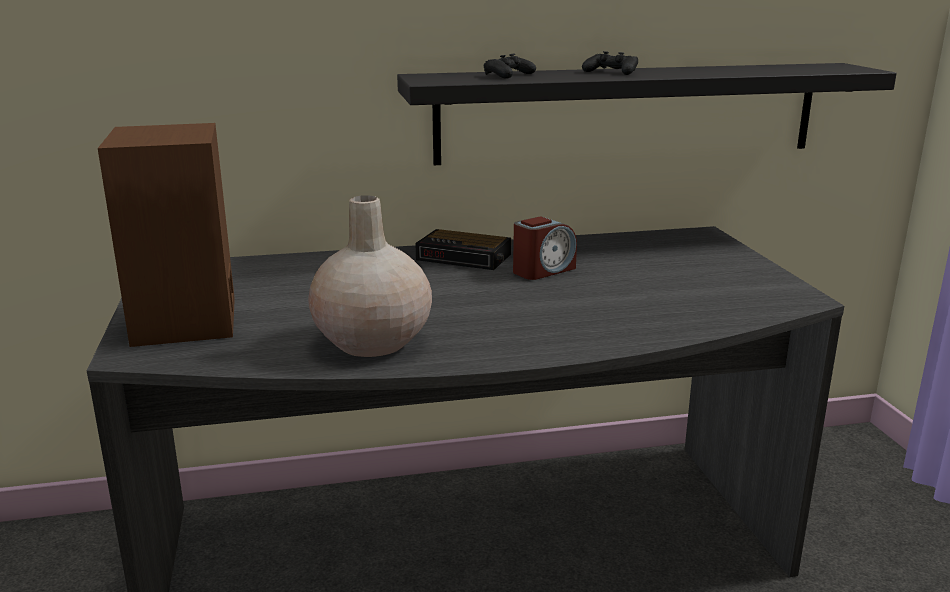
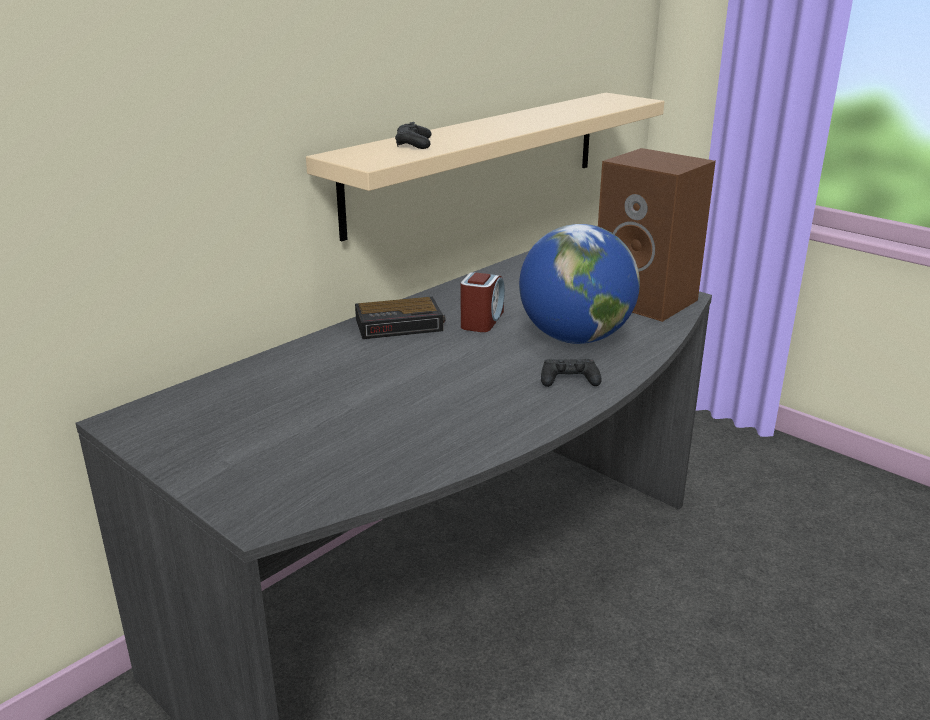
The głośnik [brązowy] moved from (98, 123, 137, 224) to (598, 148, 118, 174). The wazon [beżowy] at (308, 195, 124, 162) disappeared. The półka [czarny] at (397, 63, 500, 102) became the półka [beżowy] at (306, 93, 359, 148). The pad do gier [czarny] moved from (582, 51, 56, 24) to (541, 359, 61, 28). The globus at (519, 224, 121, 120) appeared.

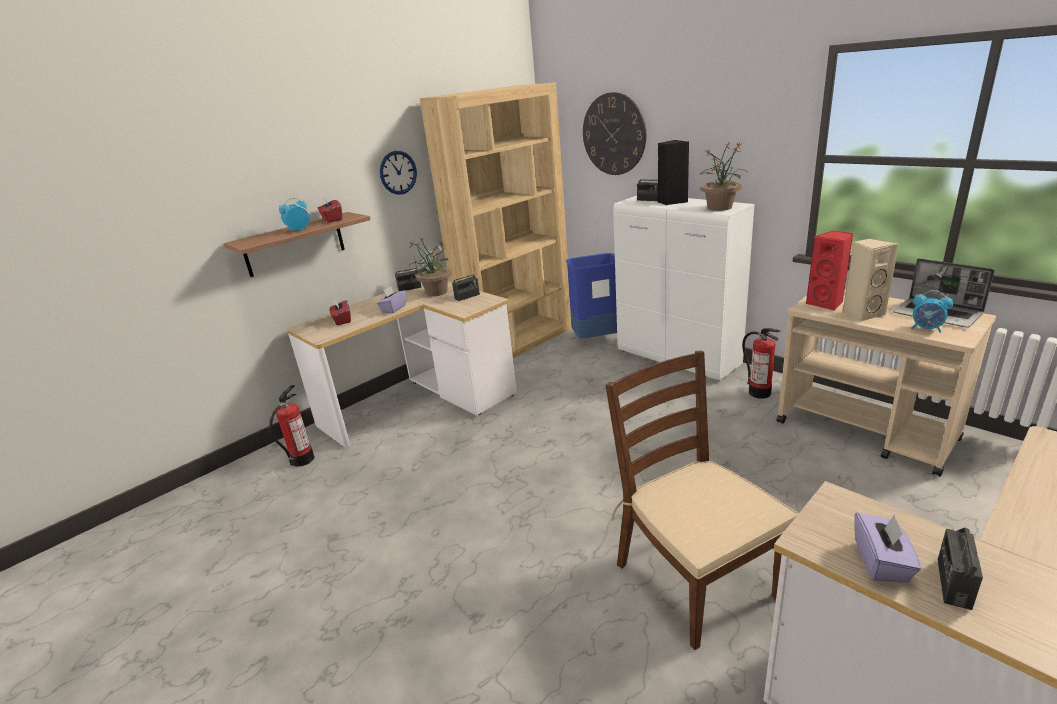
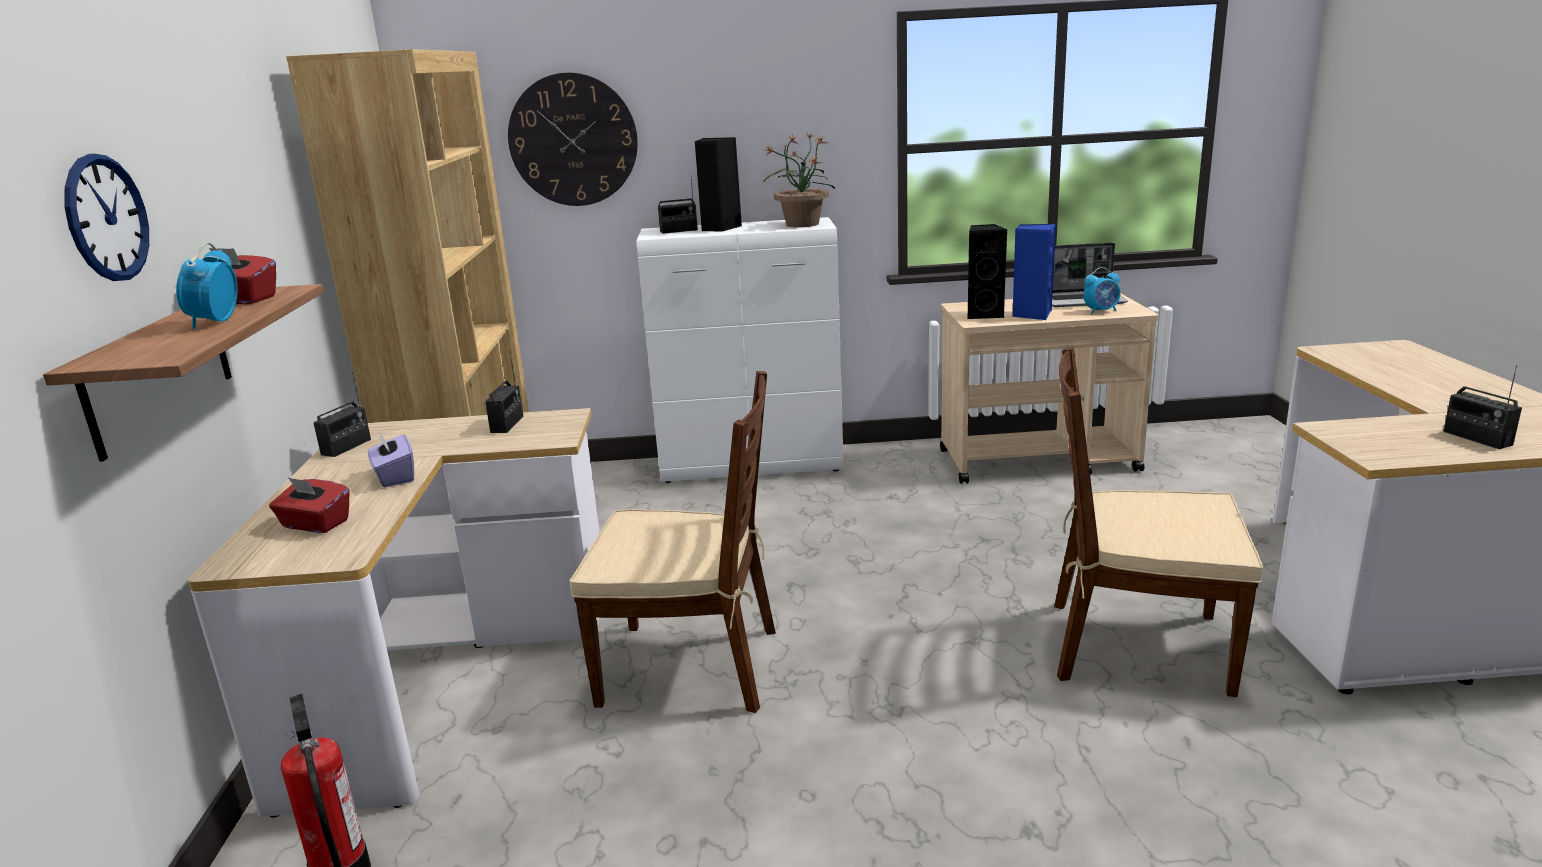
The zegar ścienny moved from (380, 151, 37, 44) to (65, 154, 84, 127). The roślina doniczkowa at (409, 237, 43, 59) disappeared. The kosz na śmieci [niebieski] at (566, 253, 51, 85) disappeared. The gaśnica at (742, 328, 38, 71) disappeared. The głośnik [czerwony] at (806, 230, 47, 81) became the głośnik [czarny] at (967, 224, 40, 95). The głośnik [beżowy] at (843, 238, 56, 84) became the głośnik [niebieski] at (1012, 224, 44, 96). The pudełko chusteczek [fioletowy] at (854, 512, 67, 71) disappeared. The krzesło [brązowy] at (569, 371, 207, 342) appeared.

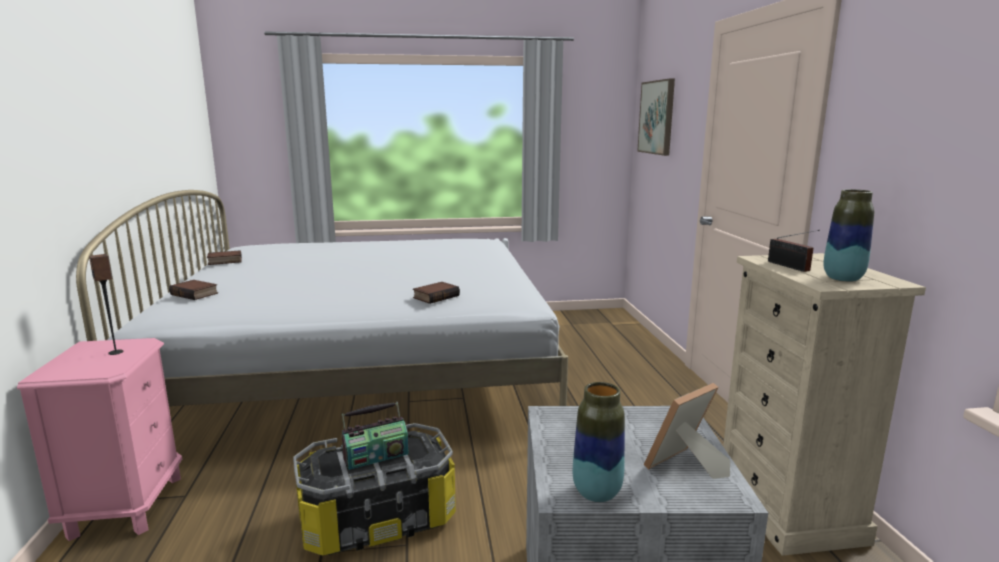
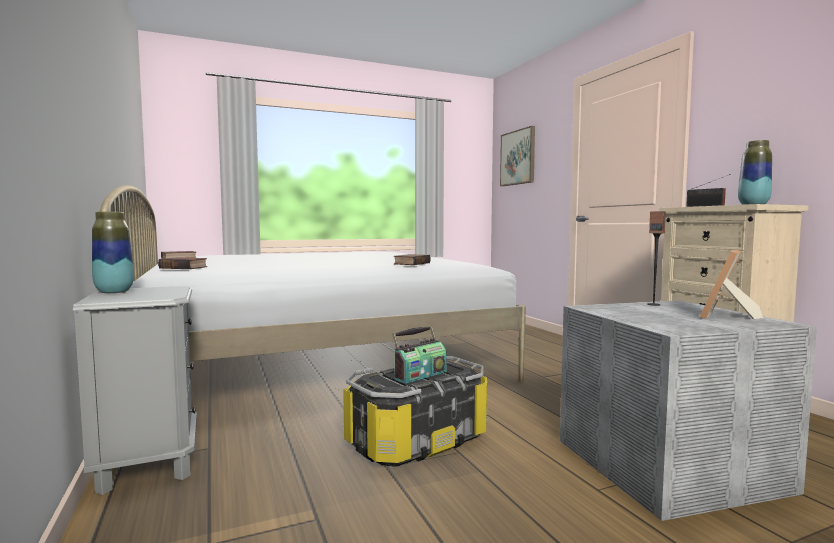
The szafka nocna [różowy] at (17, 338, 165, 203) became the szafka nocna [szary] at (73, 286, 124, 209). The głośnik moved from (89, 254, 35, 101) to (647, 211, 19, 95). The wazon moved from (573, 382, 52, 120) to (92, 212, 42, 81).

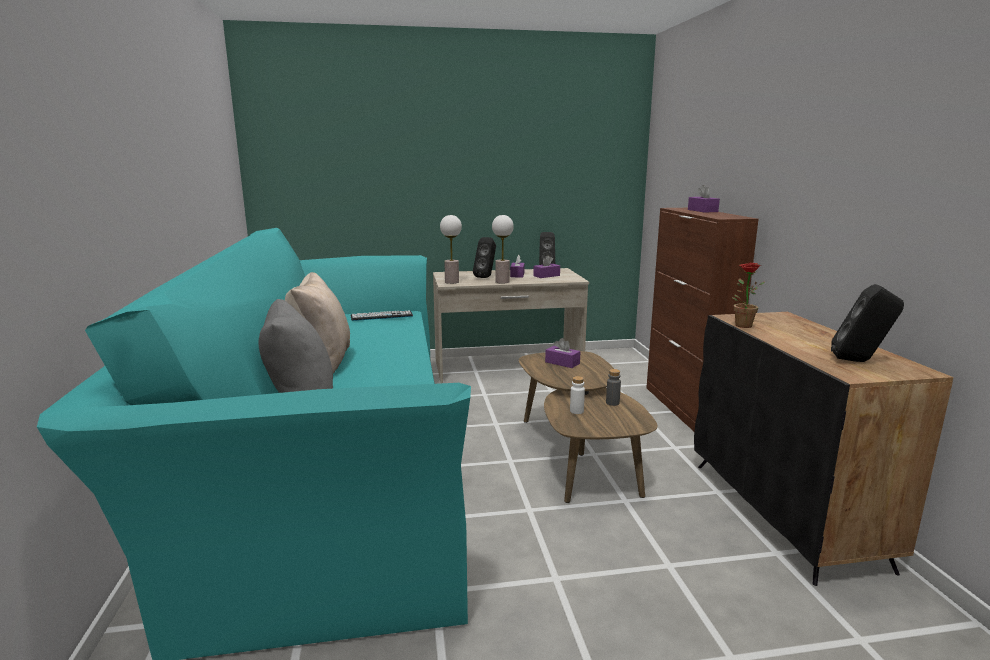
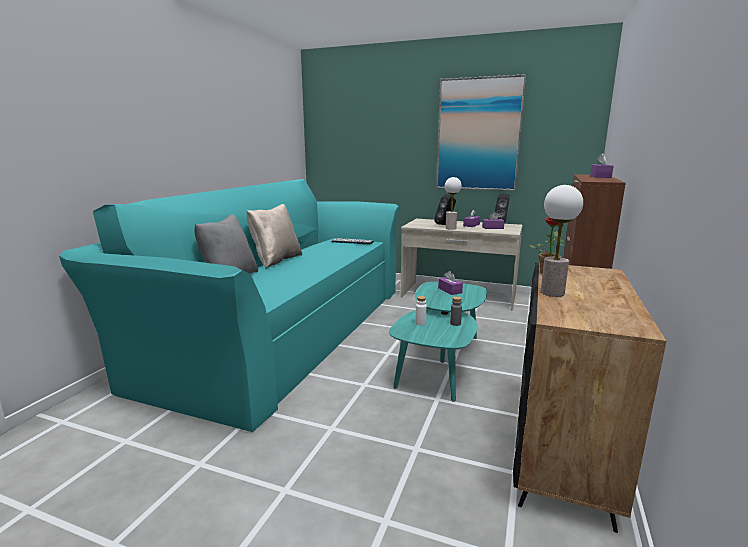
The lampa stołowa moved from (440, 215, 22, 69) to (541, 185, 42, 112). The ława [brązowy] at (519, 351, 138, 152) became the ława [turkusowy] at (389, 282, 98, 120). The głośnik [czarny] at (831, 284, 73, 78) disappeared. The obraz at (436, 74, 90, 117) appeared.

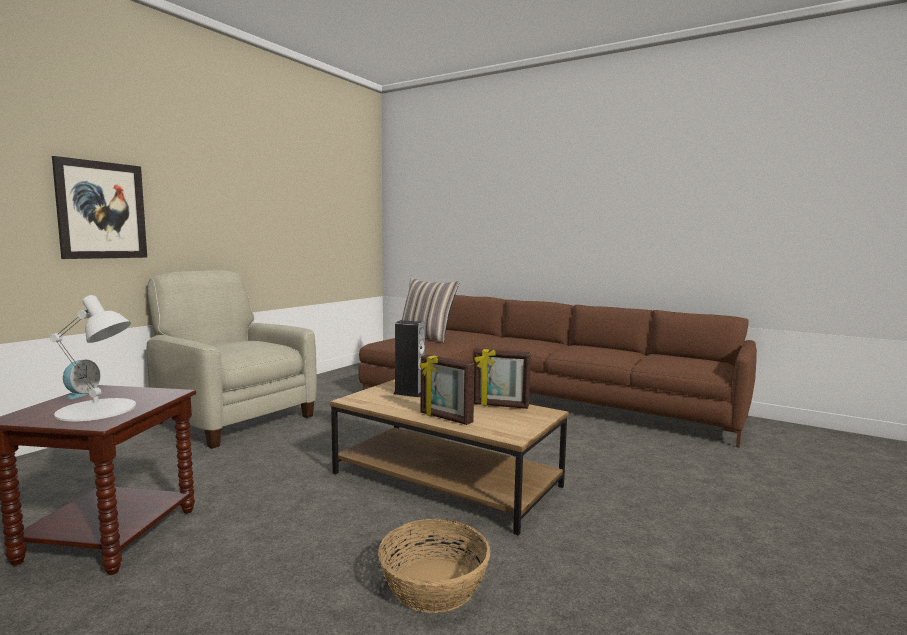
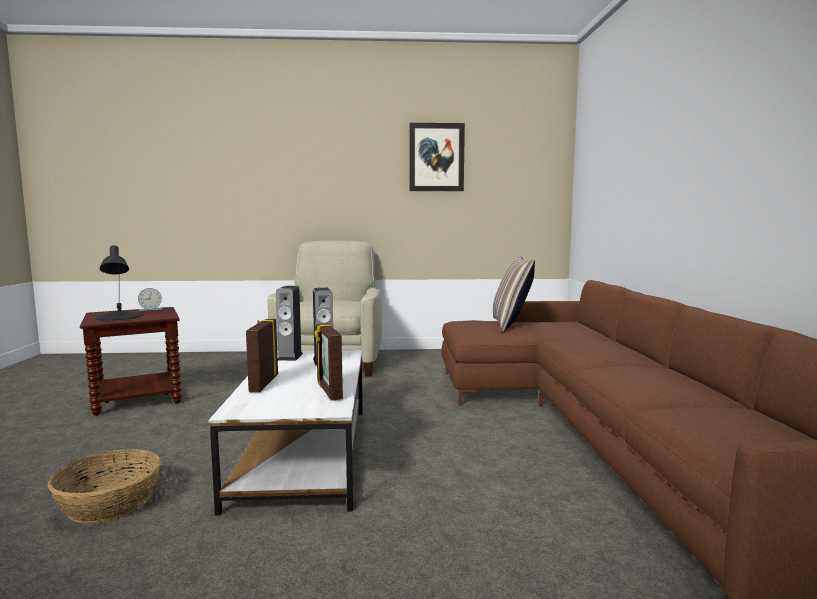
The lampa stołowa [biały] at (50, 295, 86, 126) became the lampa stołowa [czarny] at (96, 245, 47, 76). The obraz moved from (52, 156, 95, 103) to (410, 123, 55, 68). The ława [brązowy] at (330, 379, 238, 156) became the ława [biały] at (209, 350, 154, 165). The głośnik at (276, 286, 27, 75) appeared.

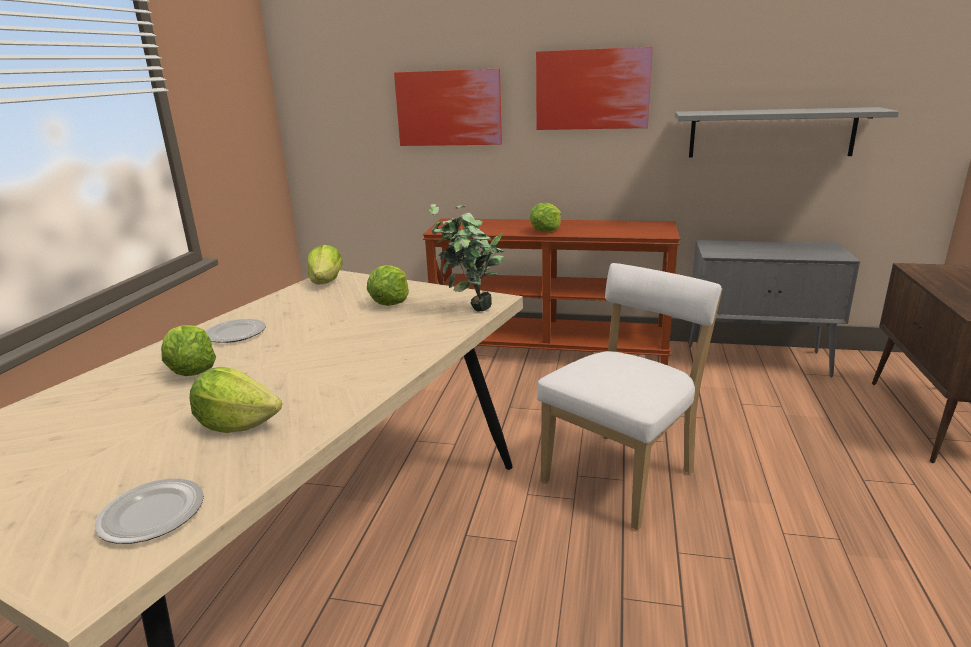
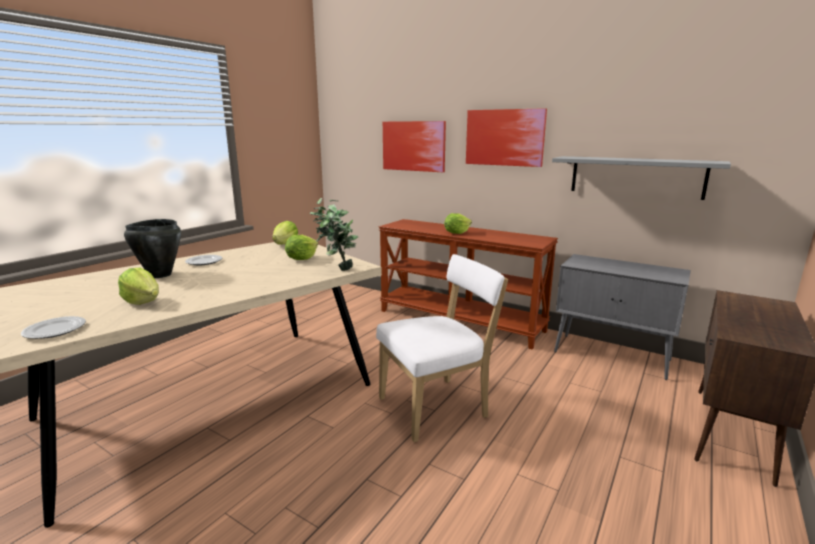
The sałata at (161, 325, 55, 51) was replaced by the garnek [czarny] at (124, 219, 57, 59).

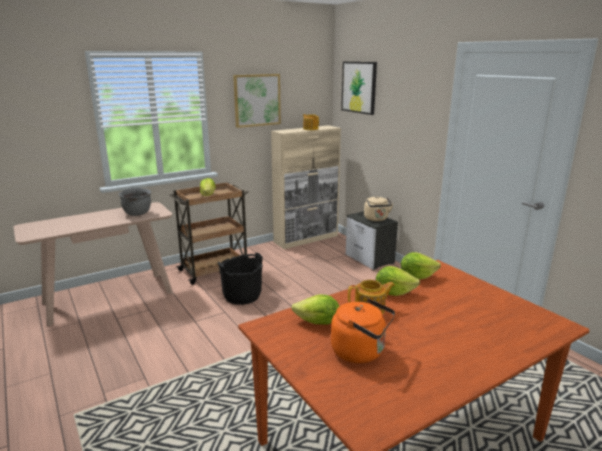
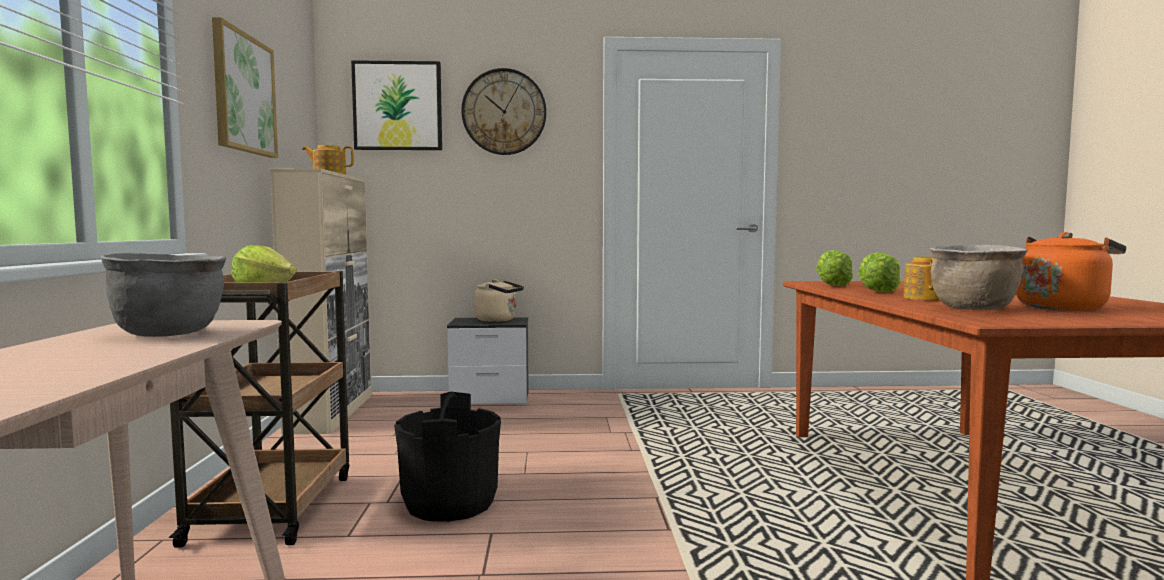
The sałata at (291, 295, 48, 30) was replaced by the garnek [brązowy] at (930, 245, 98, 65). The zegar ścienny at (461, 68, 85, 87) appeared.

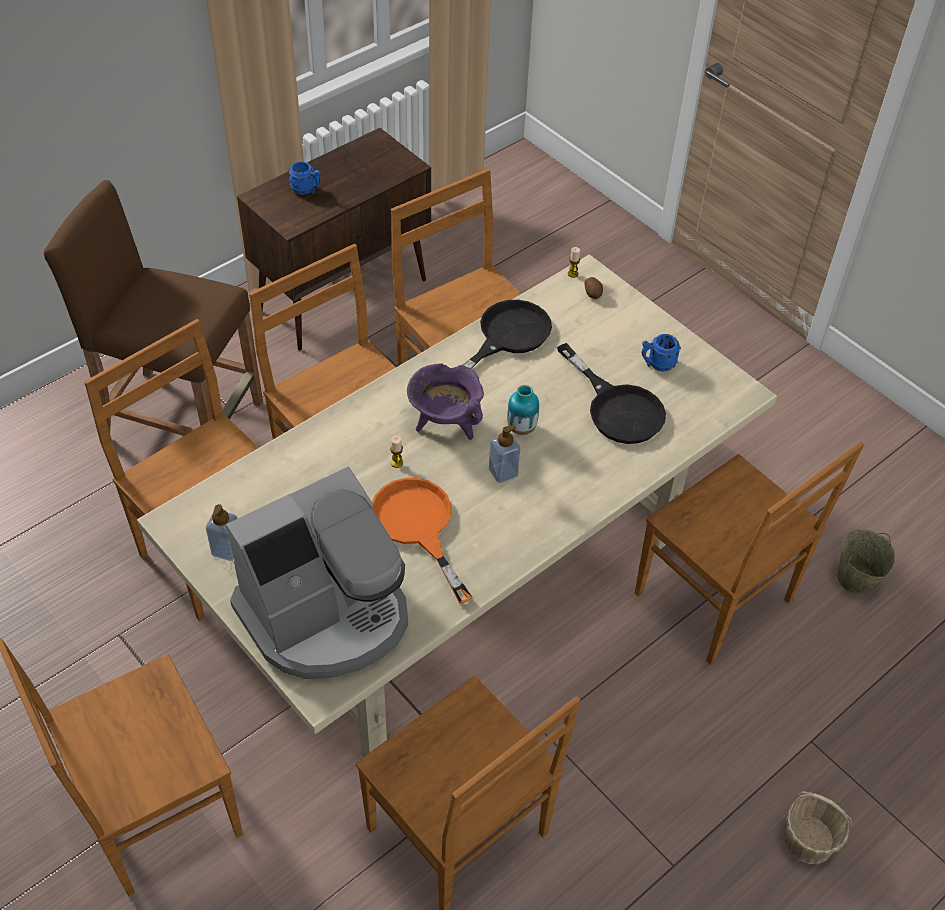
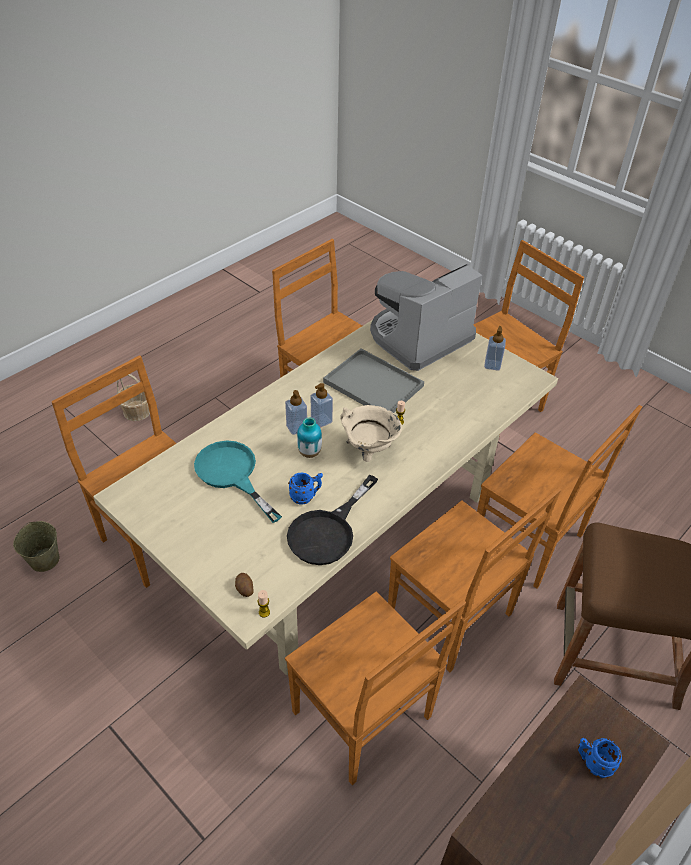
The patelnia [pomarańczowy] at (372, 478, 100, 126) was replaced by the taca [szary] at (323, 349, 101, 64). The garnek [fioletowy] at (407, 363, 77, 77) became the garnek [beżowy] at (340, 405, 62, 57). The patelnia [czarny] at (557, 343, 109, 101) became the patelnia [turkusowy] at (194, 440, 88, 83). The kubek [niebieski] moved from (641, 334, 40, 38) to (288, 472, 35, 33). The dozownik mydła at (285, 390, 22, 45) appeared.

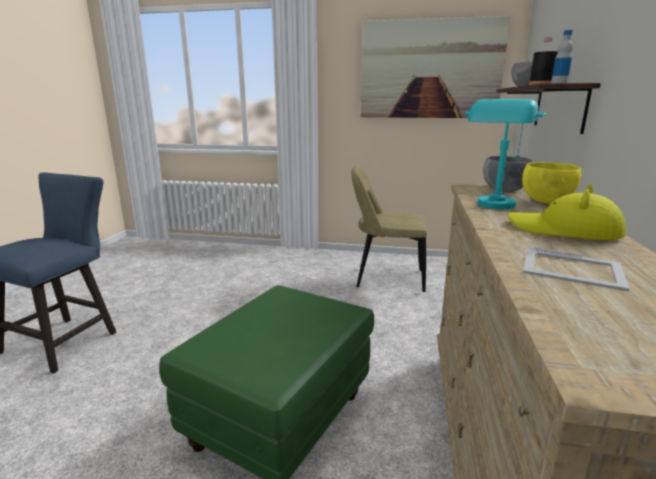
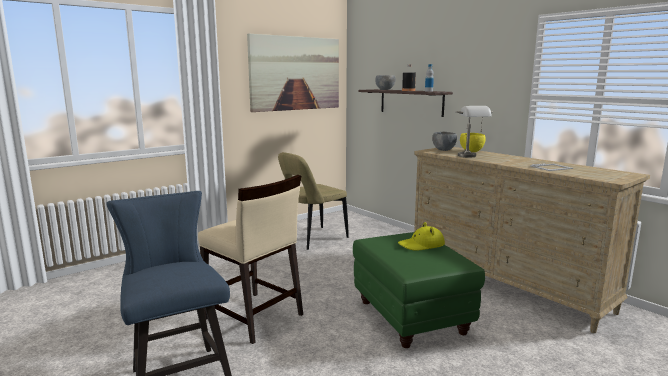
The lampa stołowa [turkusowy] at (465, 99, 82, 110) became the lampa stołowa [szary] at (456, 106, 36, 52). The kapelusz [żółty] moved from (508, 184, 118, 56) to (398, 222, 47, 29). The krzesło [beżowy] at (198, 175, 105, 169) appeared.

